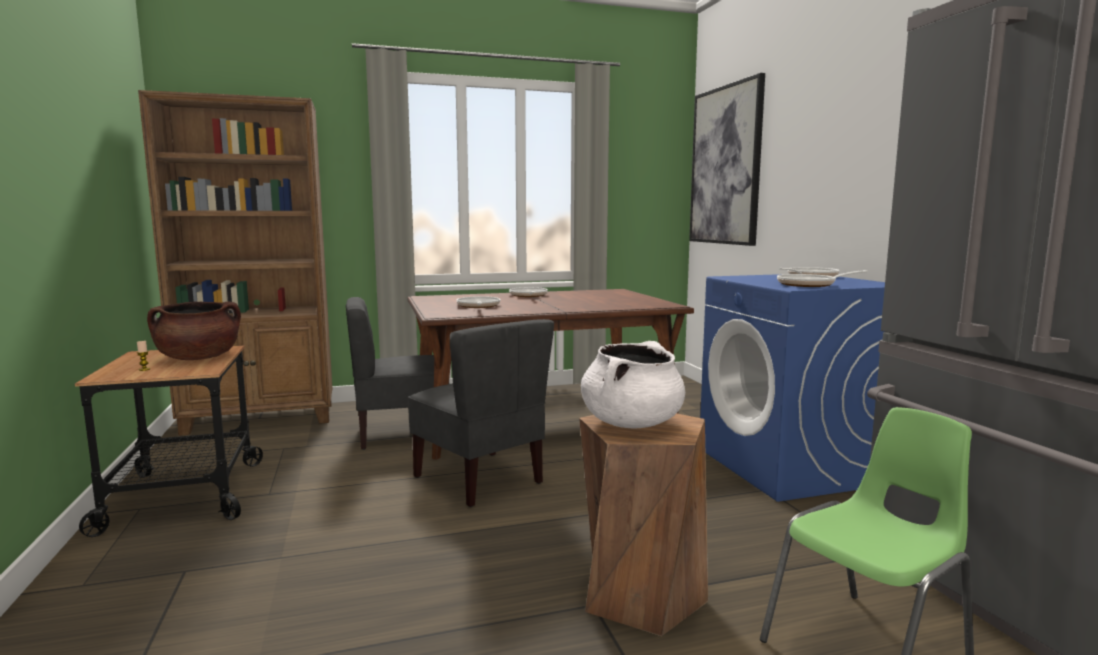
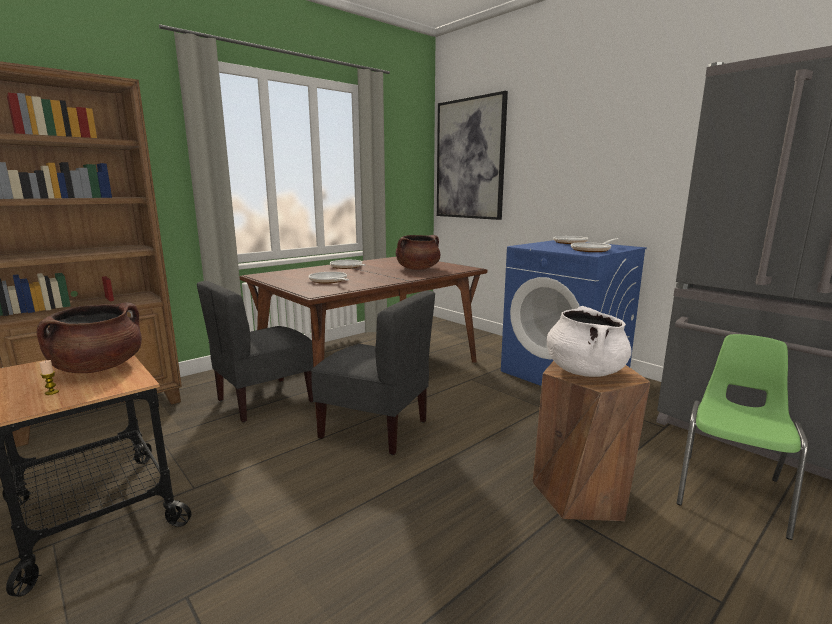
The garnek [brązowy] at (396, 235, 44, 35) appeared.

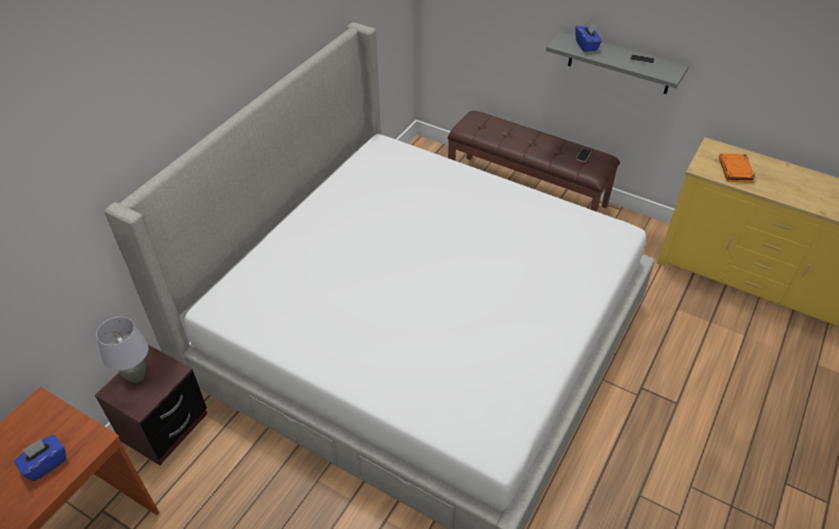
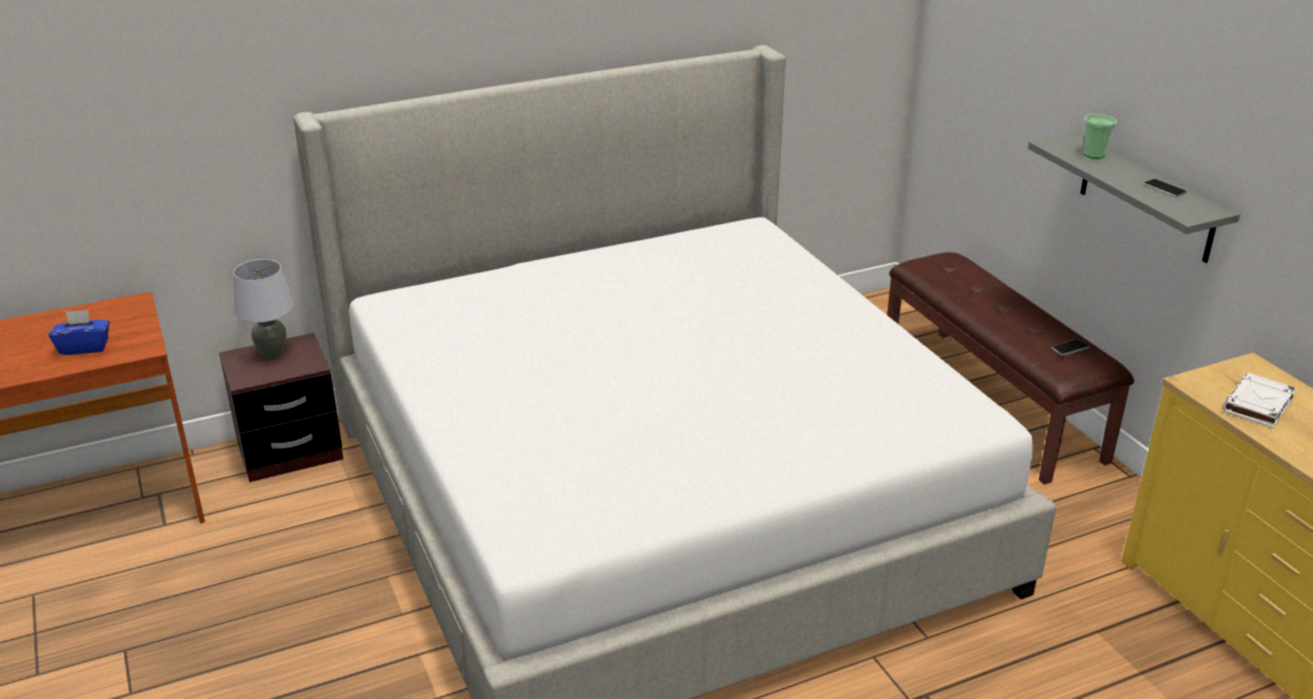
The pudełko chusteczek [niebieski] at (575, 22, 27, 30) was replaced by the filiżanka at (1084, 114, 33, 45). The książka [pomarańczowy] at (719, 153, 37, 30) became the książka [biały] at (1222, 373, 74, 55).

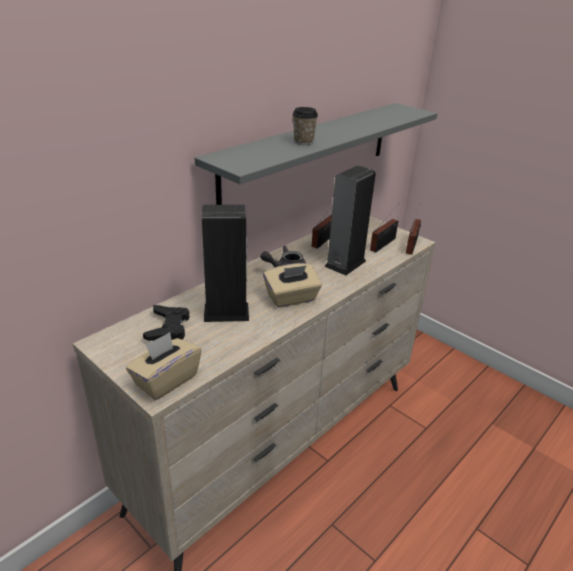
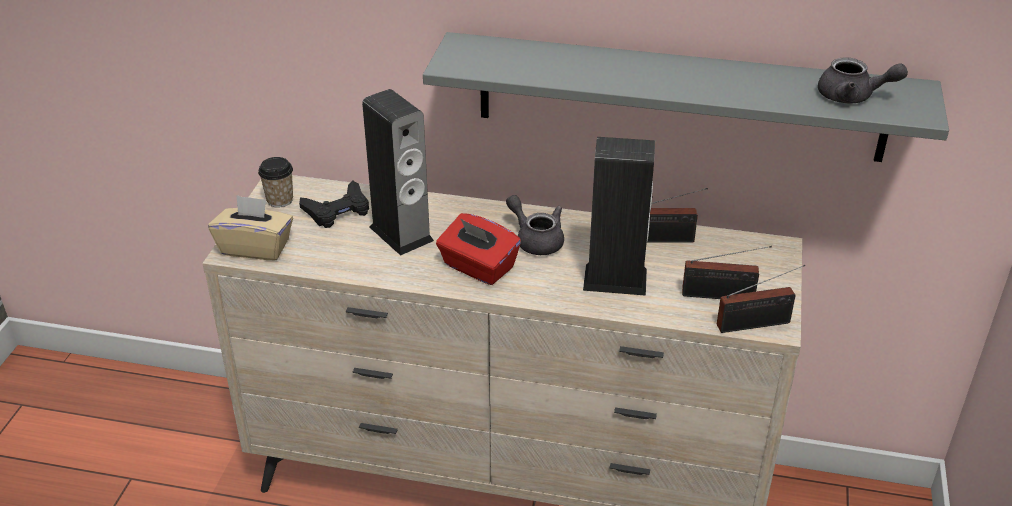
The pudełko chusteczek [beżowy] at (263, 263, 59, 44) became the pudełko chusteczek [czerwony] at (436, 213, 85, 72). The filiżanka moved from (292, 107, 26, 38) to (258, 157, 35, 51). The imbryk [szary] at (818, 57, 90, 46) appeared.

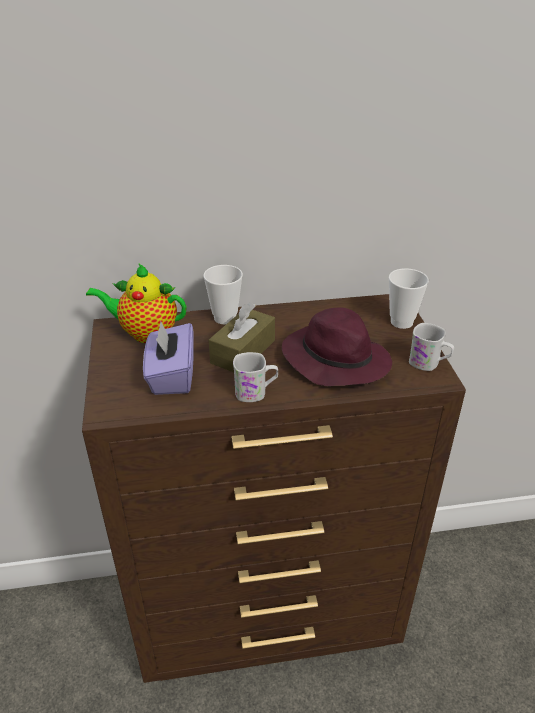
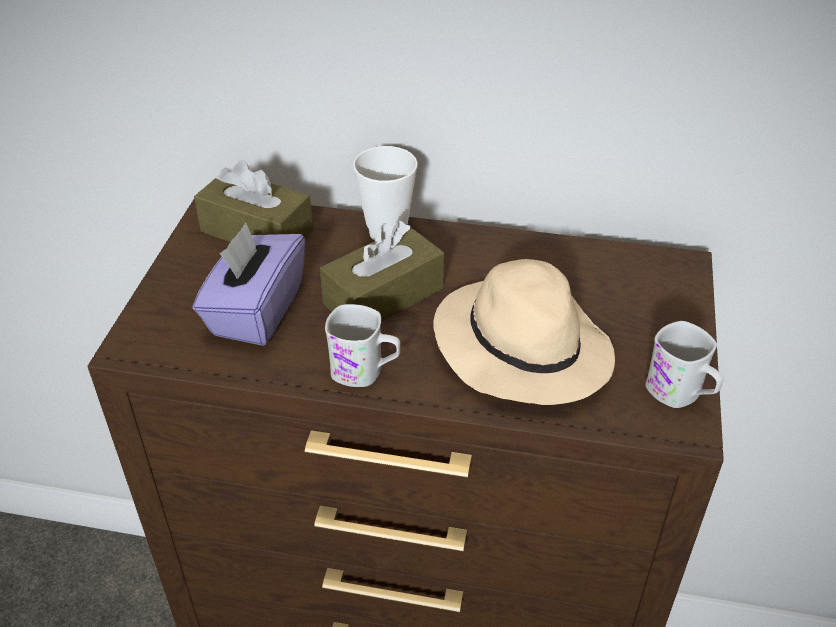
The imbryk at (86, 264, 100, 79) was replaced by the pudełko chusteczek [brązowy] at (194, 160, 119, 82). The kapelusz [fioletowy] at (282, 307, 110, 79) became the kapelusz [beżowy] at (433, 259, 182, 146). The filiżanka at (389, 268, 40, 61) disappeared.

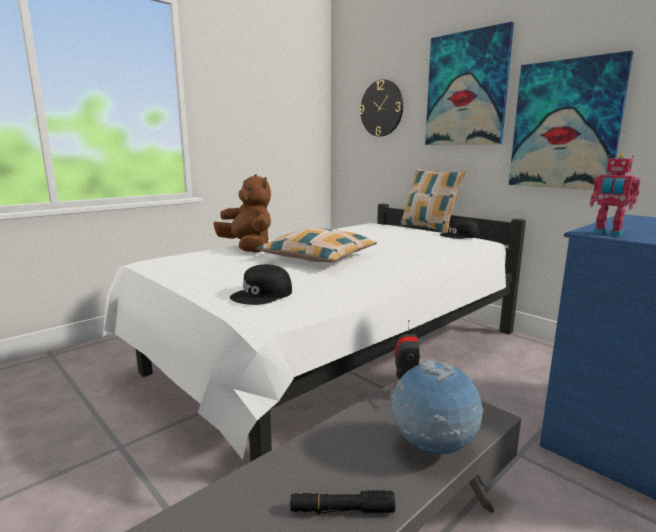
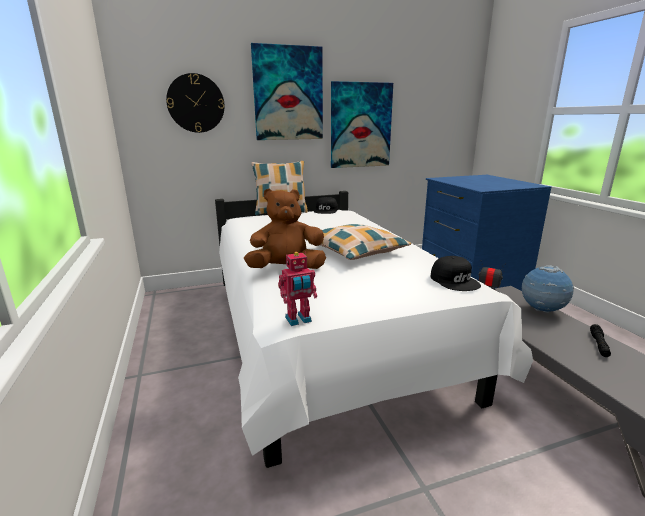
The robot zabawkowy moved from (590, 154, 51, 83) to (278, 252, 39, 74).

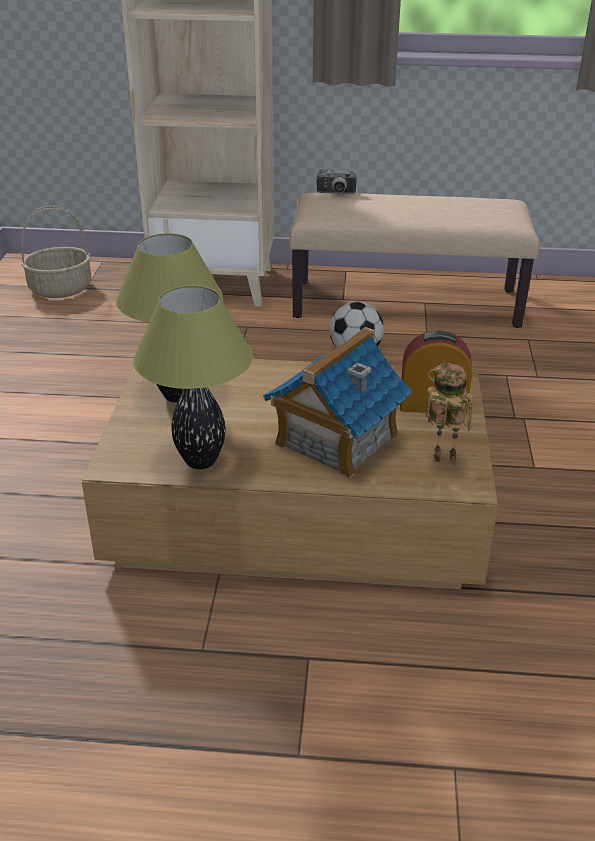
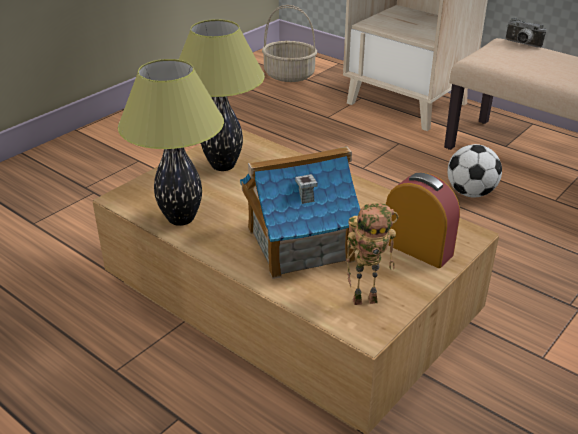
The robot zabawkowy at (426, 363, 48, 102) turned 120 degrees clockwise.

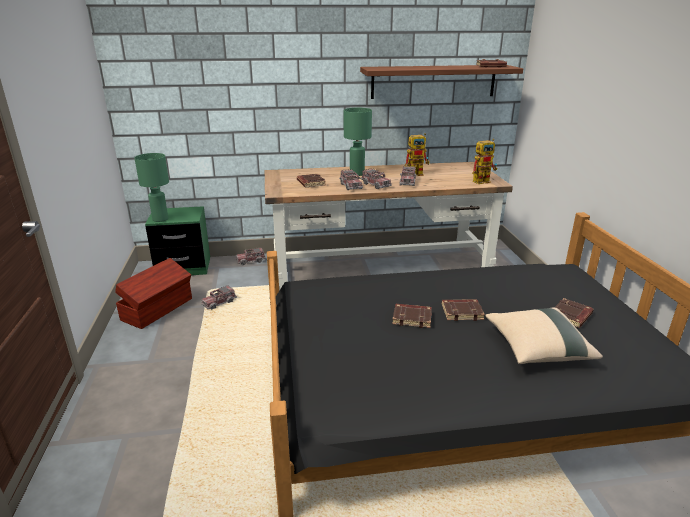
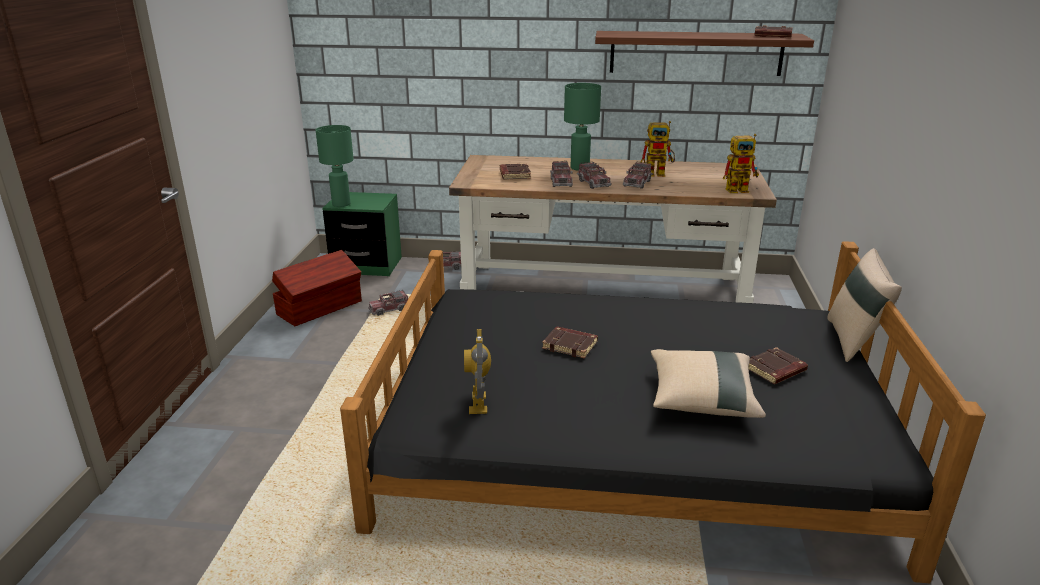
The książka [brązowy] at (442, 299, 43, 22) disappeared. The robot zabawkowy at (464, 329, 27, 85) appeared. The poduszka [beżowy] at (827, 248, 75, 114) appeared.

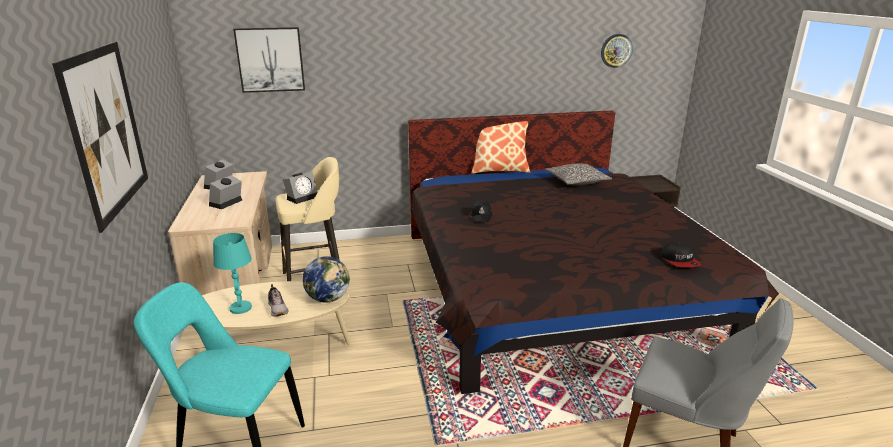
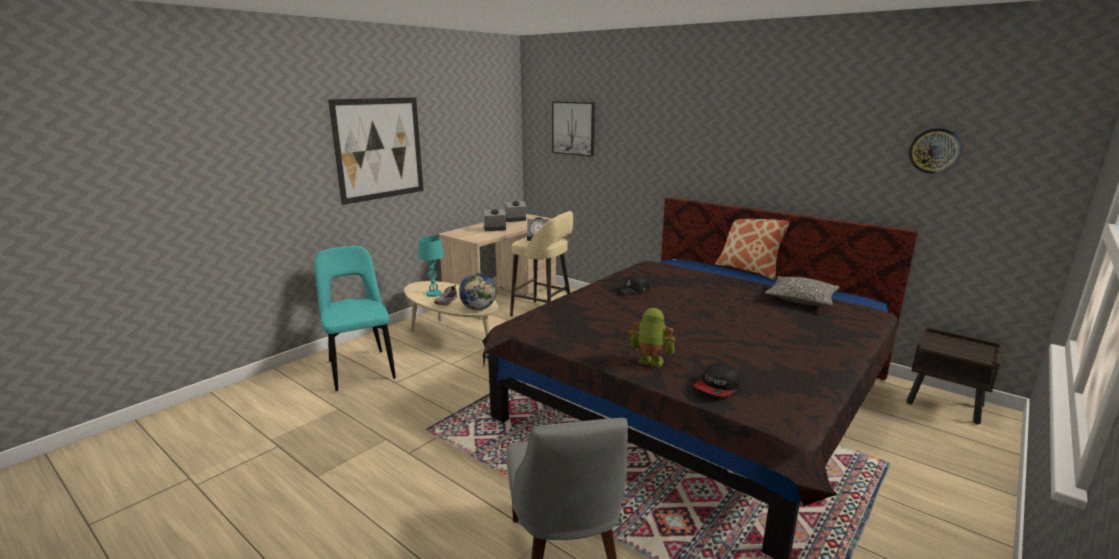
The robot zabawkowy at (629, 308, 46, 59) appeared.

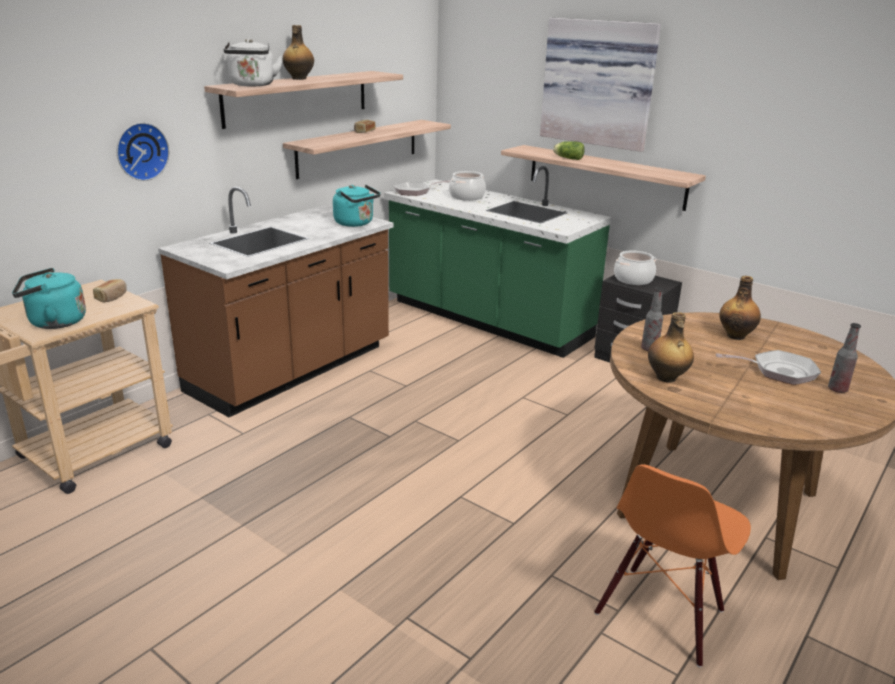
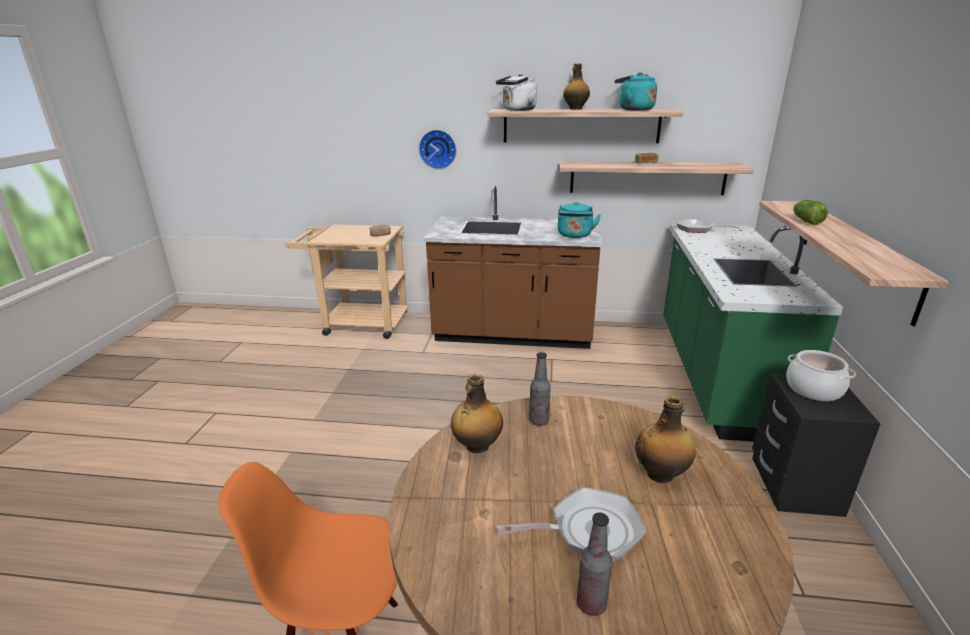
The czajnik [turkusowy] moved from (12, 268, 74, 61) to (615, 72, 42, 39). The garnek at (449, 171, 37, 30) disappeared. The obraz at (540, 18, 121, 134) disappeared. The patelnia at (716, 350, 105, 35) turned 75 degrees counterclockwise.

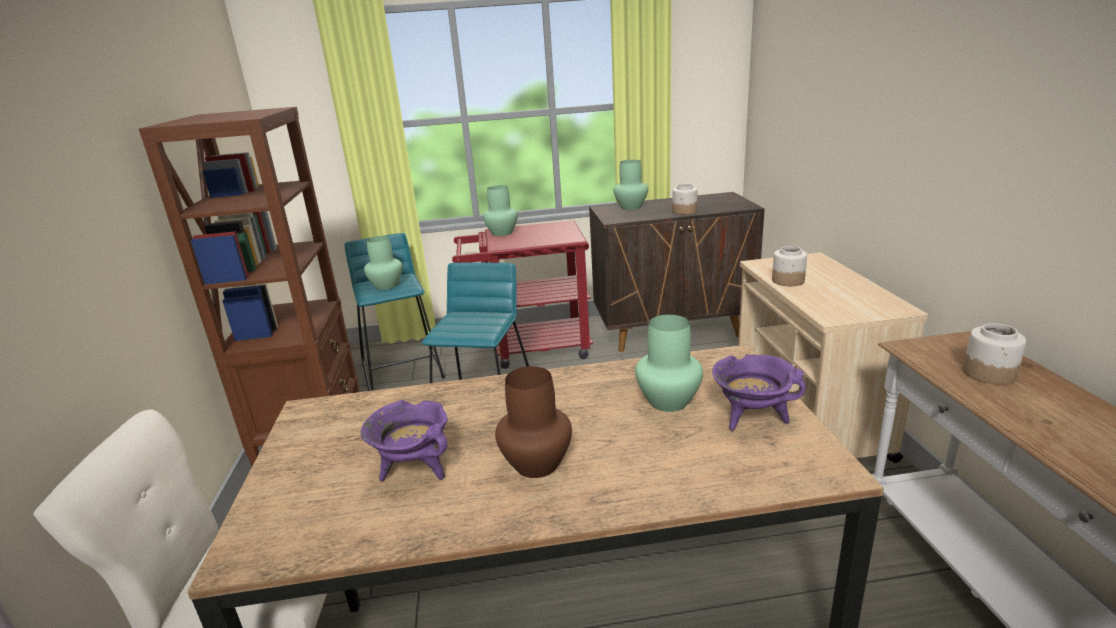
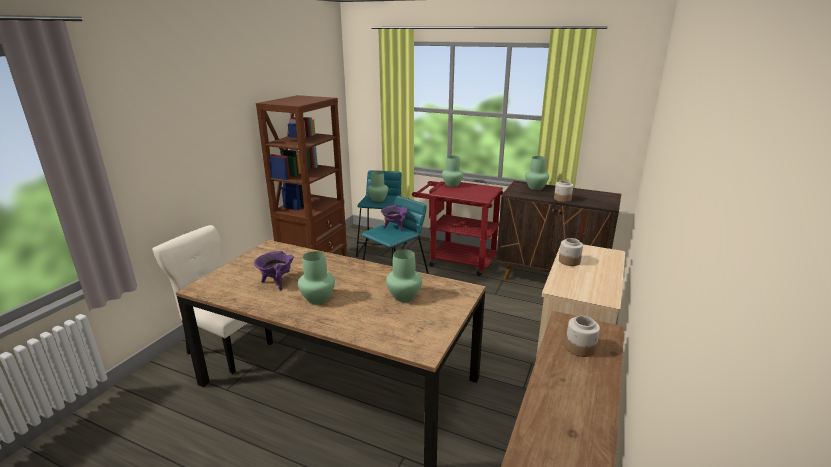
The wazon [brązowy] at (495, 366, 77, 112) became the wazon [zielony] at (298, 251, 37, 53). The garnek [fioletowy] moved from (712, 354, 93, 77) to (381, 205, 27, 26).

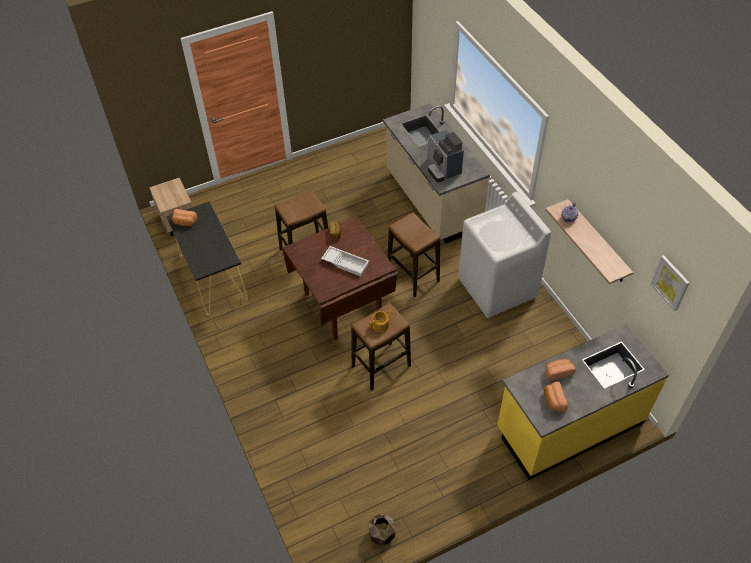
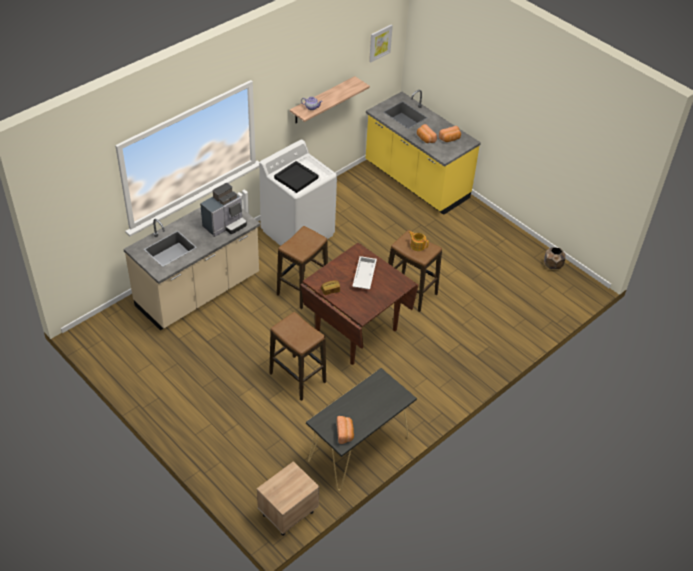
The taca [czarny] at (274, 161, 44, 32) appeared.

